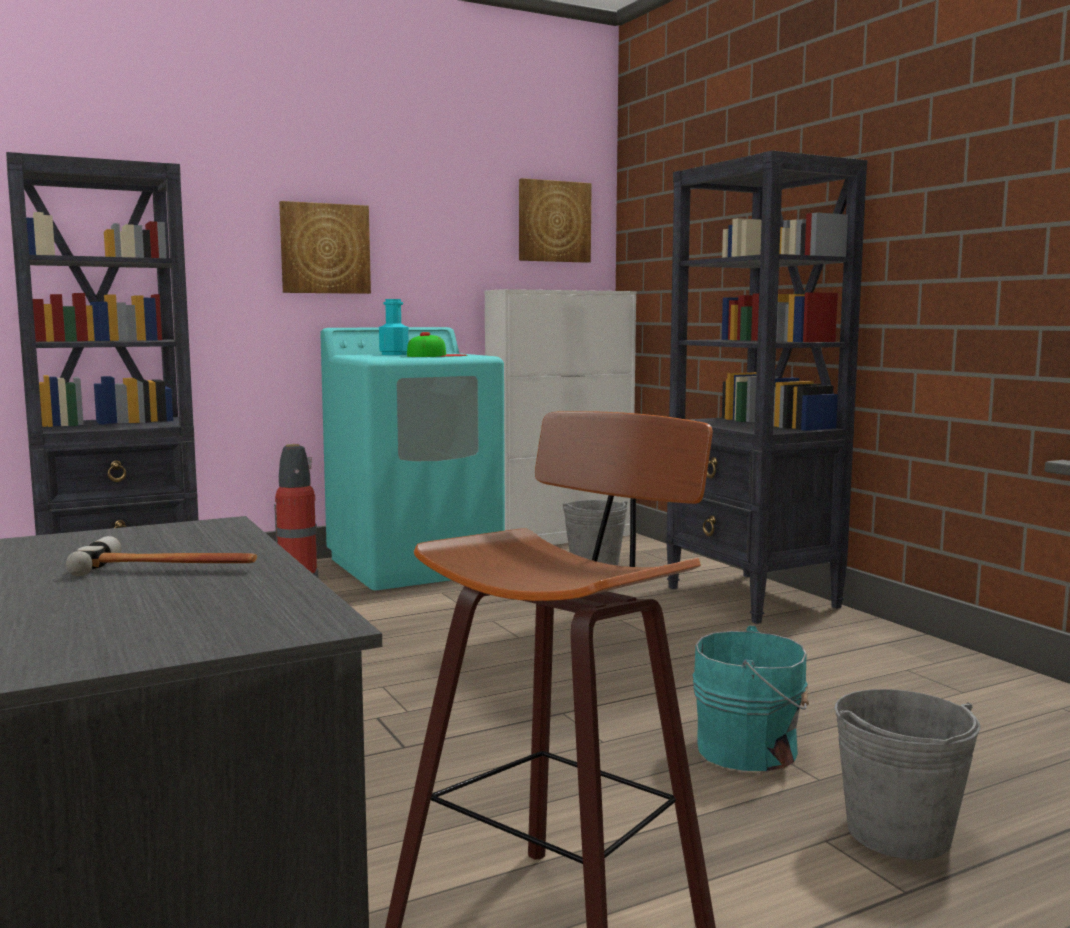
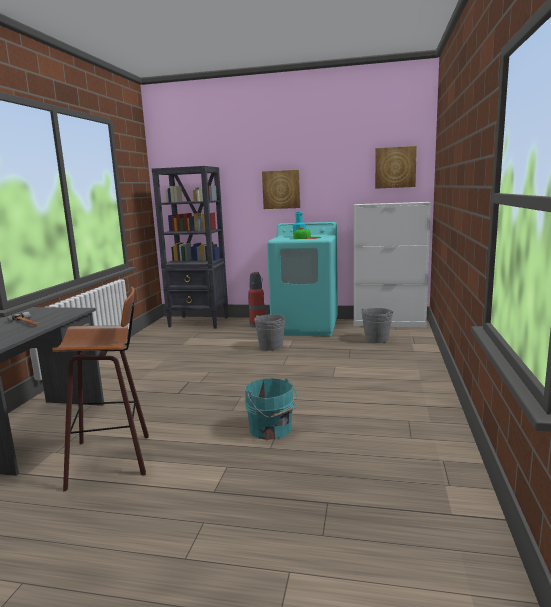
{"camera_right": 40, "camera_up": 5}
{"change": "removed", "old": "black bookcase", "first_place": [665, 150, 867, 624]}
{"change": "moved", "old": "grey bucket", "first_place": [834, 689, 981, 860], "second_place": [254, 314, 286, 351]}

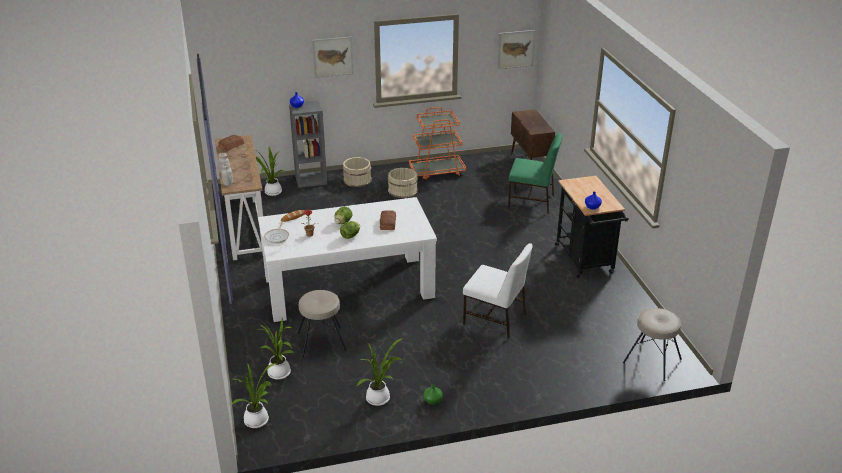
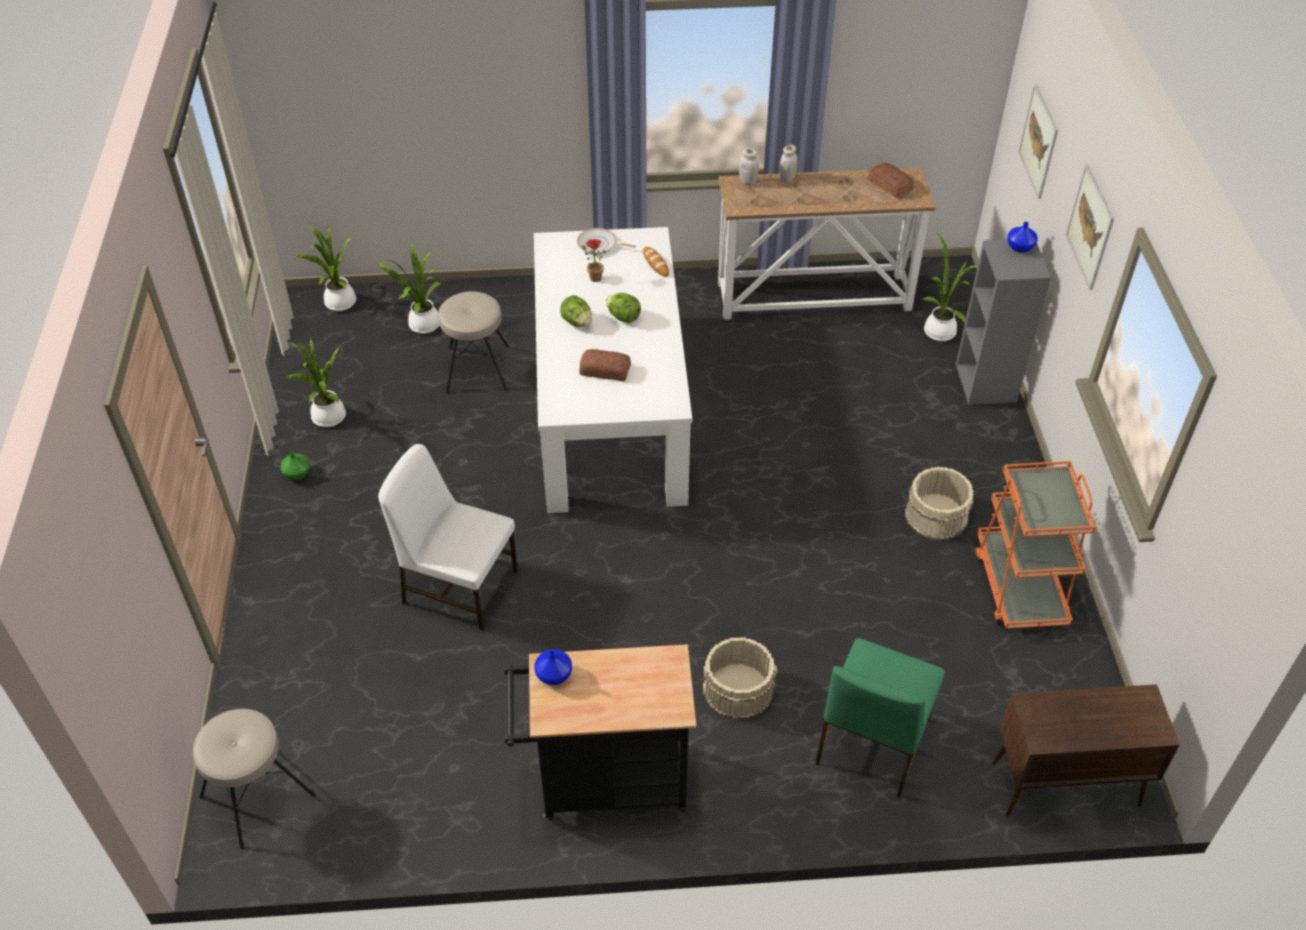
{"camera_right": 100, "camera_up": 15}
{"change": "moved", "old": "beige bucket", "first_place": [342, 157, 372, 187], "second_place": [703, 637, 777, 720]}
{"change": "moved", "old": "picture", "first_place": [498, 30, 536, 69], "second_place": [1018, 84, 1058, 199]}
{"change": "turned", "old": "white chair", "first_place": [463, 243, 533, 339], "second_place": [378, 444, 518, 631], "degrees": 75}

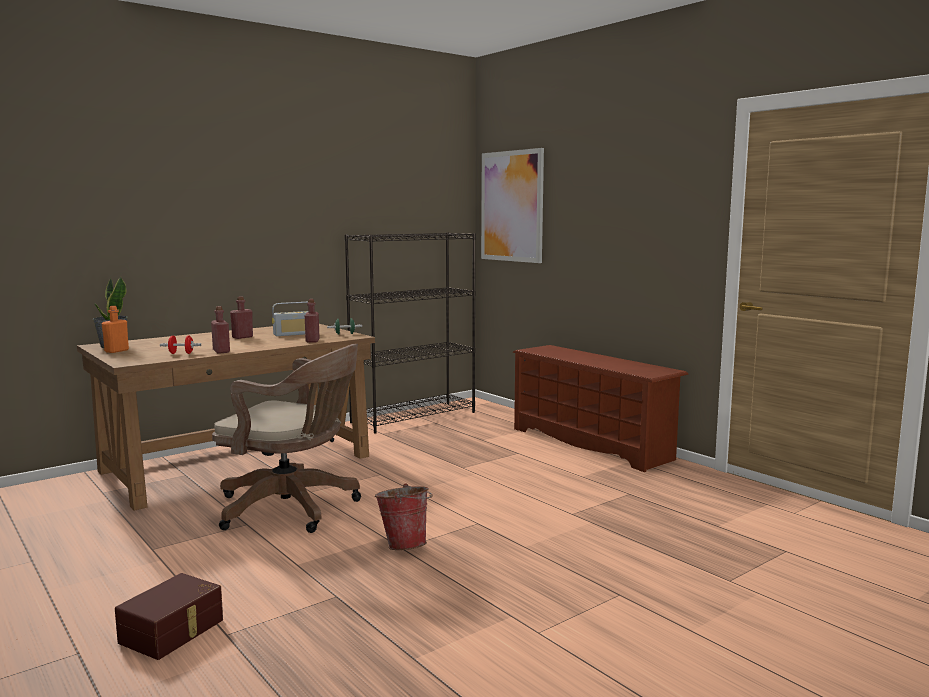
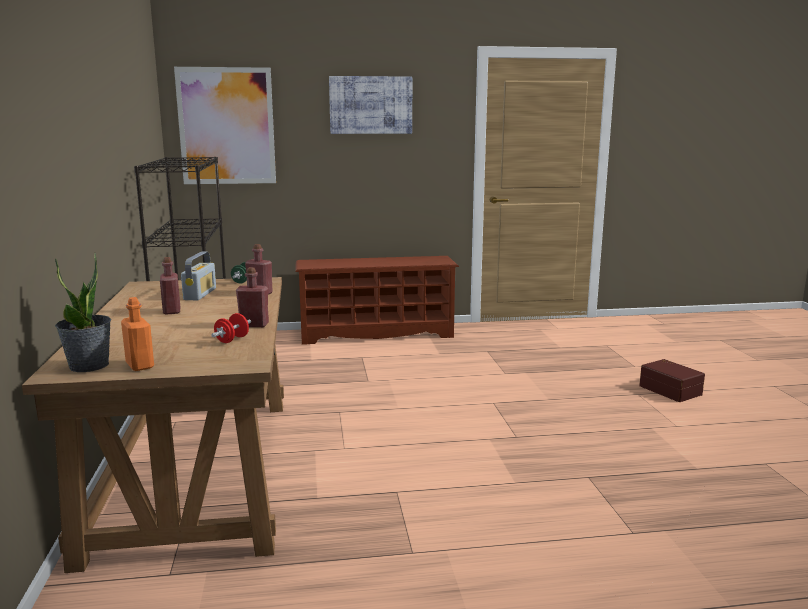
{"camera_right": -60, "camera_up": 5}
{"change": "removed", "old": "brown office chair", "first_place": [212, 344, 361, 533]}
{"change": "removed", "old": "bucket", "first_place": [375, 484, 433, 550]}
{"change": "added", "new": "picture", "second_place": [329, 76, 412, 134]}
{"change": "moved", "old": "brown storage box", "first_place": [115, 573, 223, 660], "second_place": [639, 359, 705, 402]}

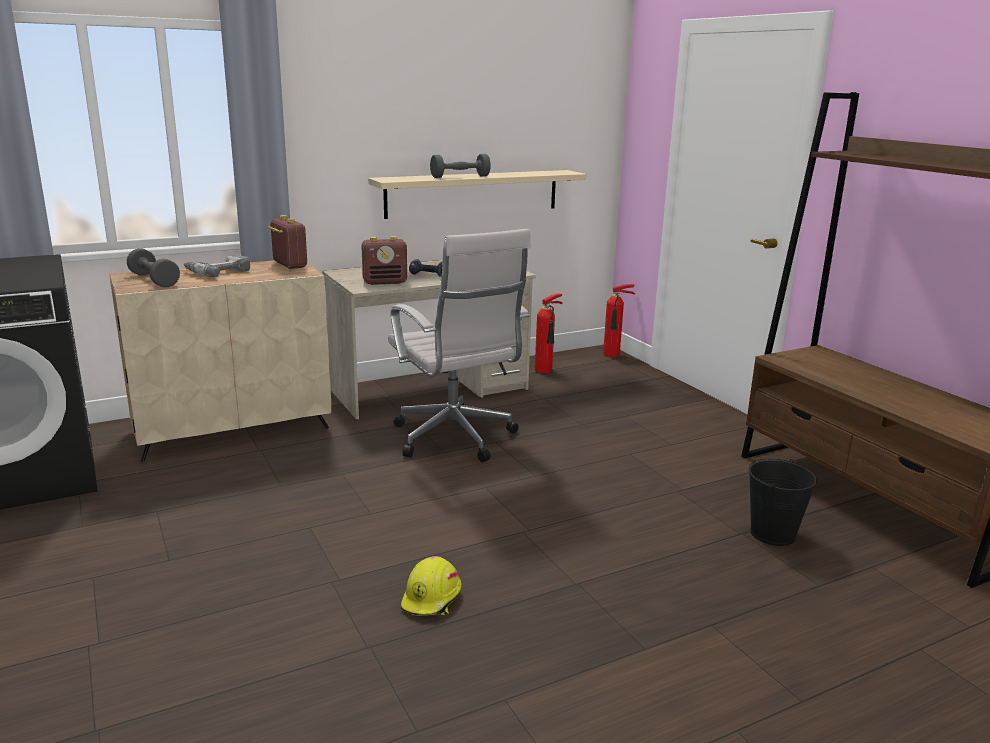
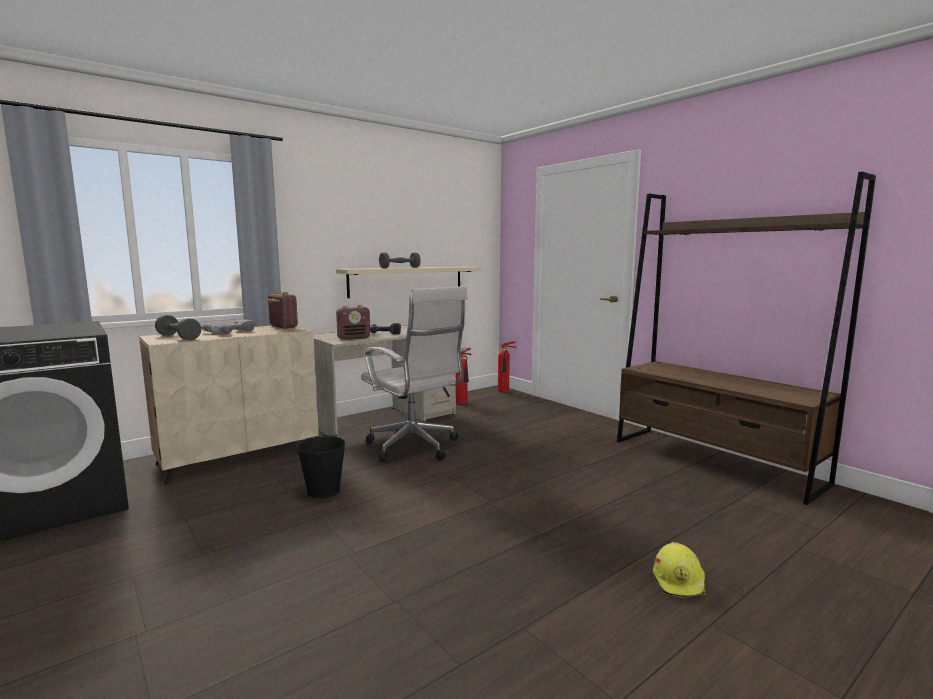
{"camera_right": -10, "camera_up": -10}
{"change": "moved", "old": "yellow hard hat", "first_place": [401, 556, 462, 616], "second_place": [653, 542, 707, 598]}
{"change": "moved", "old": "black bucket", "first_place": [749, 459, 817, 546], "second_place": [296, 435, 345, 498]}

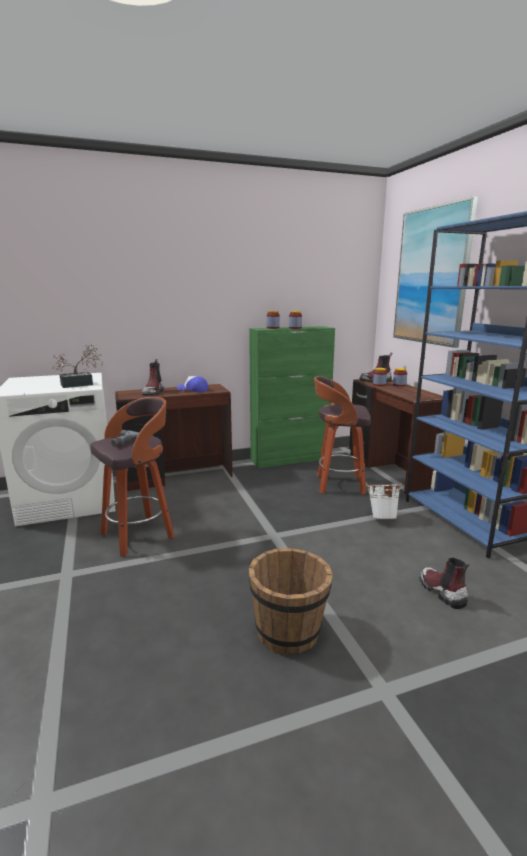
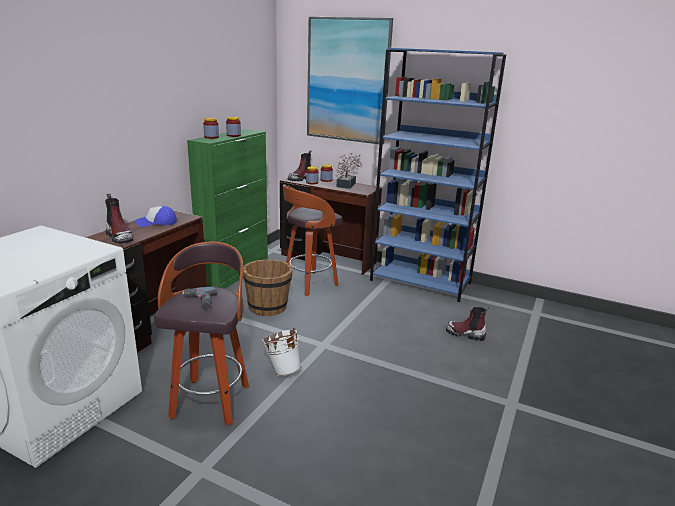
{"camera_right": -45, "camera_up": 5}
{"change": "moved", "old": "potted plant", "first_place": [50, 344, 103, 388], "second_place": [336, 153, 361, 189]}
{"change": "moved", "old": "brown bucket", "first_place": [249, 548, 333, 655], "second_place": [243, 259, 293, 316]}
{"change": "moved", "old": "white bucket", "first_place": [366, 483, 403, 519], "second_place": [261, 327, 301, 376]}

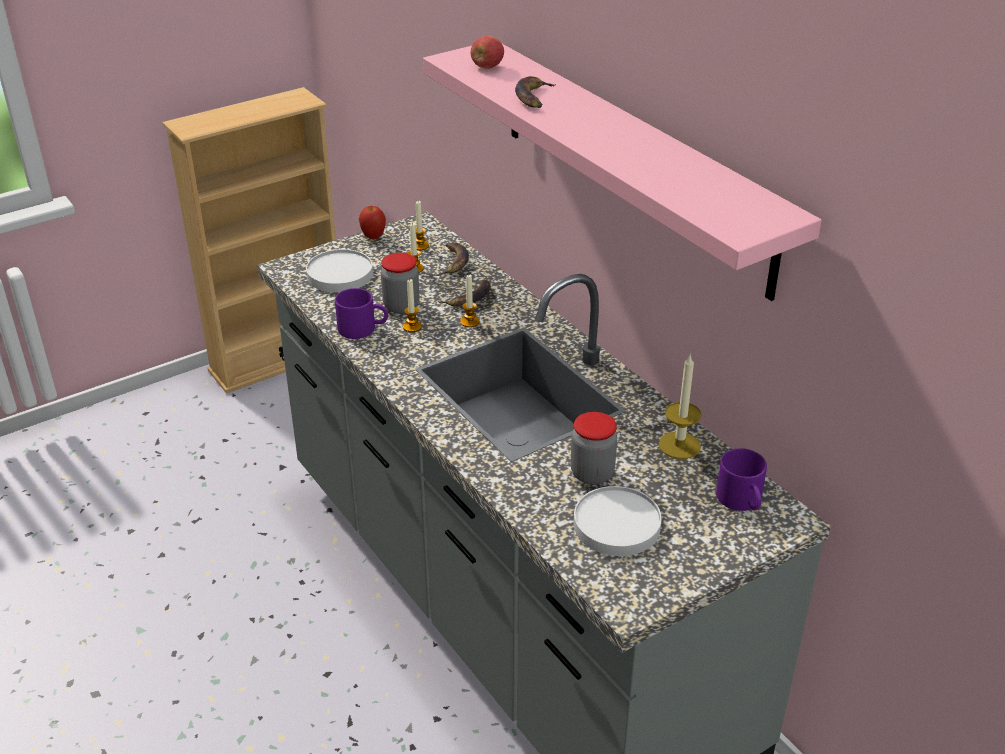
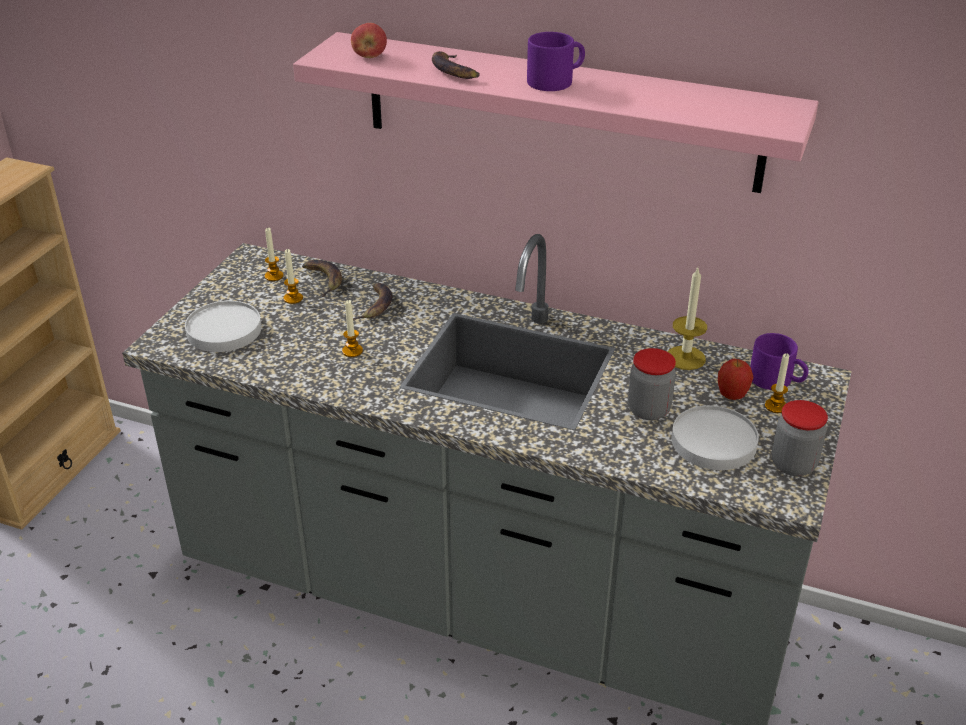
{"camera_right": -35, "camera_up": 0}
{"change": "moved", "old": "purple mug", "first_place": [335, 288, 388, 339], "second_place": [527, 32, 585, 91]}
{"change": "moved", "old": "apple", "first_place": [359, 205, 386, 239], "second_place": [718, 359, 754, 400]}
{"change": "moved", "old": "jar", "first_place": [381, 253, 420, 314], "second_place": [772, 400, 828, 476]}
{"change": "moved", "old": "candle", "first_place": [460, 274, 480, 328], "second_place": [765, 353, 789, 413]}

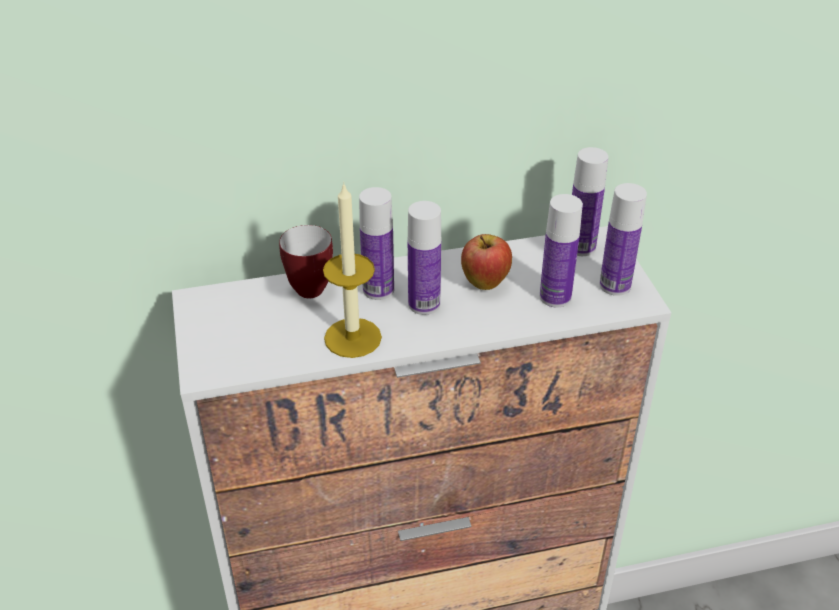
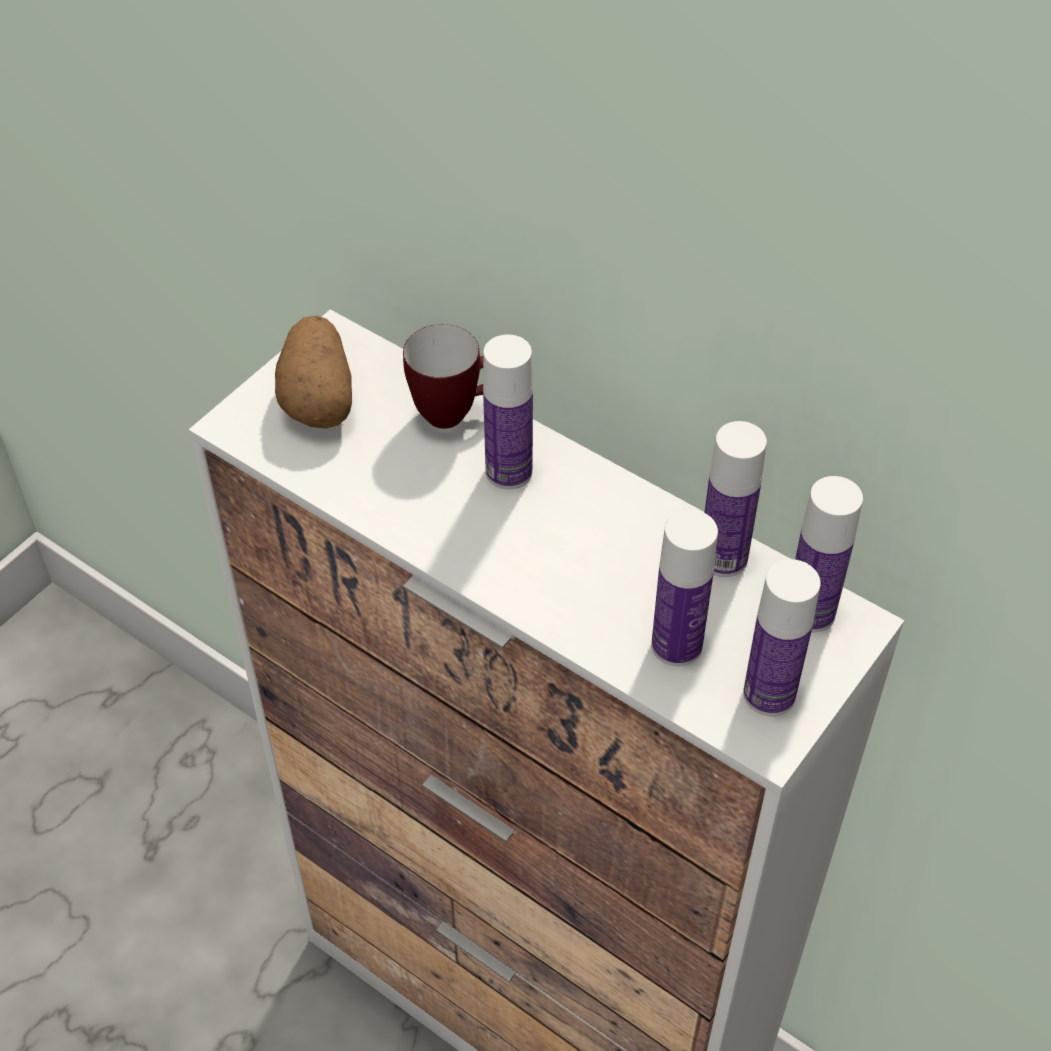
{"camera_right": 50, "camera_up": 10}
{"change": "removed", "old": "candle", "first_place": [323, 183, 382, 358]}
{"change": "removed", "old": "apple", "first_place": [461, 234, 512, 290]}
{"change": "added", "new": "potato", "second_place": [275, 316, 352, 429]}
{"change": "moved", "old": "bottle", "first_place": [408, 201, 441, 315], "second_place": [705, 421, 767, 577]}

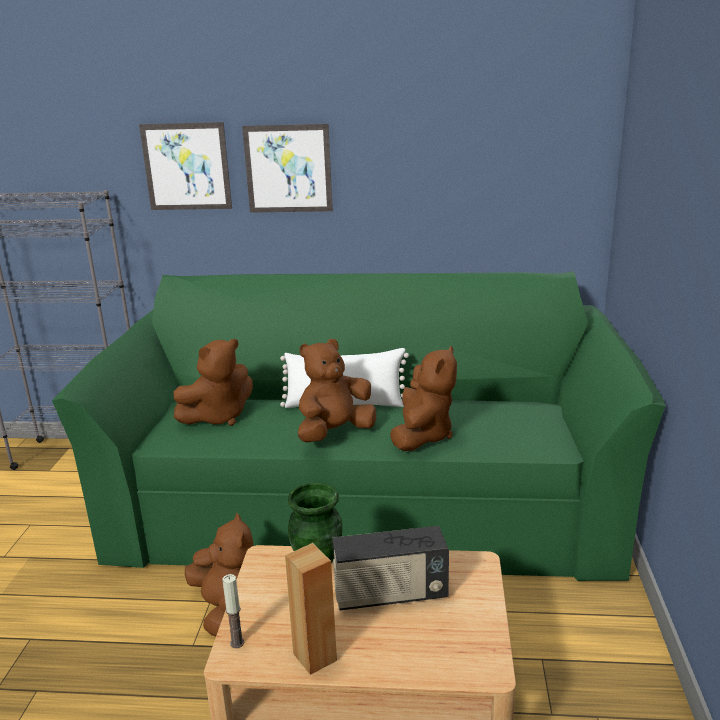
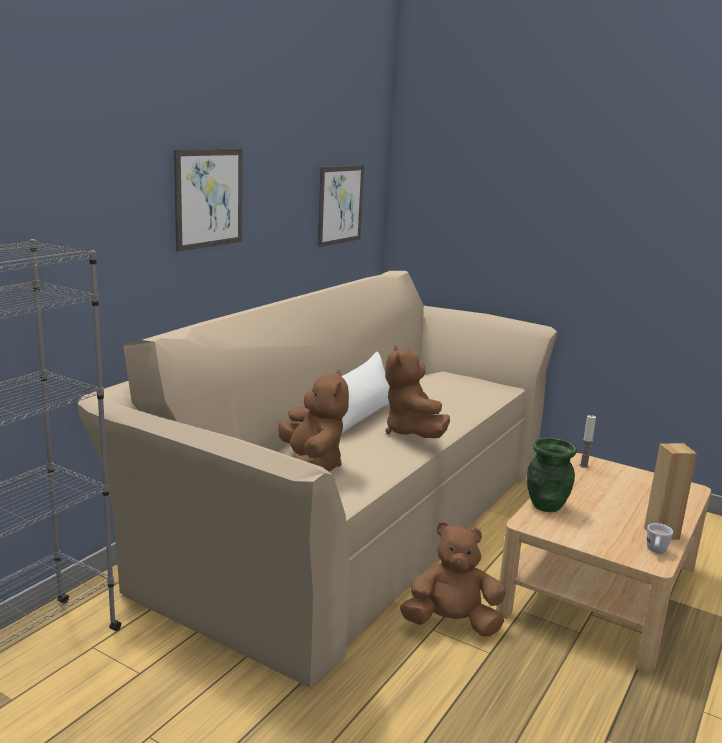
{"camera_right": -65, "camera_up": -5}
{"change": "removed", "old": "radio", "first_place": [333, 526, 449, 611]}
{"change": "removed", "old": "brown plush toy", "first_place": [390, 345, 457, 451]}
{"change": "added", "new": "white mug", "second_place": [647, 523, 673, 553]}
{"change": "moved", "old": "picture", "first_place": [139, 122, 232, 210], "second_place": [318, 165, 364, 247]}
{"change": "moved", "old": "candle", "first_place": [223, 574, 244, 648], "second_place": [579, 415, 596, 468]}
{"change": "recoloured", "old": "green sofa", "new": "beige sofa", "first_place": [52, 271, 665, 581], "second_place": [77, 271, 558, 688]}

